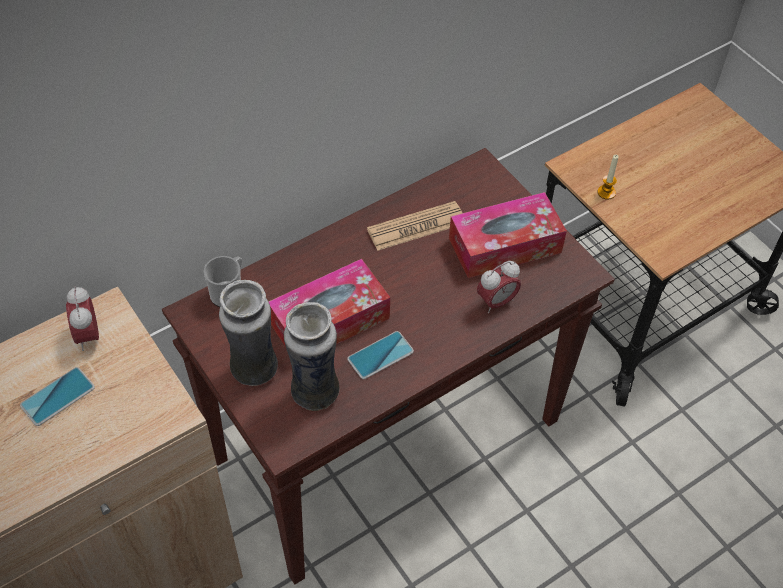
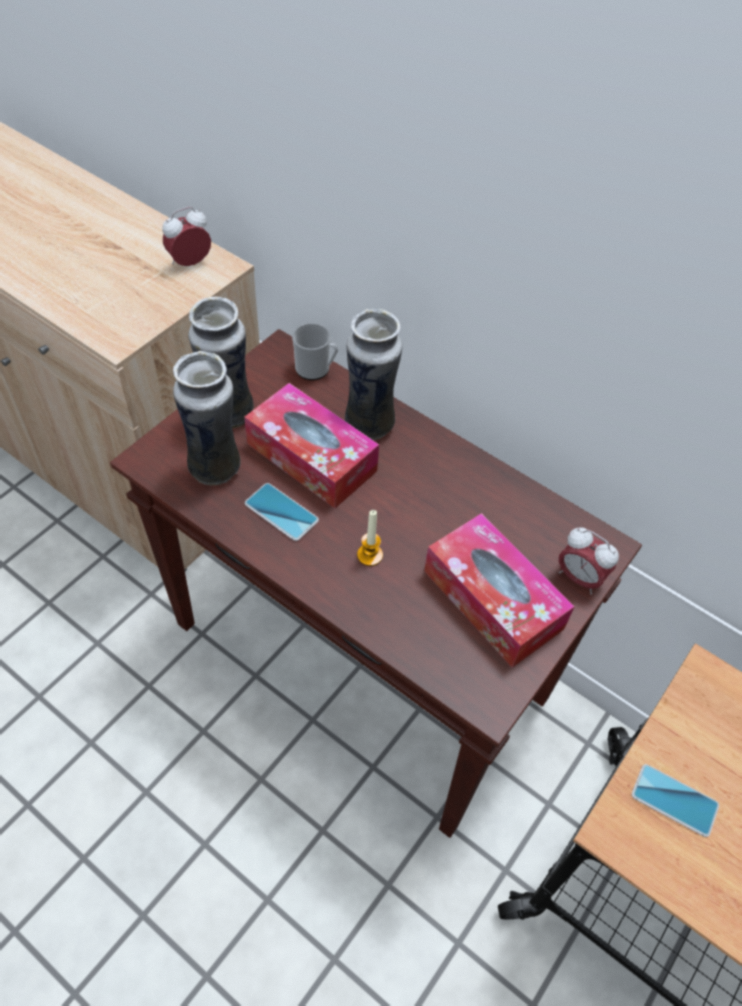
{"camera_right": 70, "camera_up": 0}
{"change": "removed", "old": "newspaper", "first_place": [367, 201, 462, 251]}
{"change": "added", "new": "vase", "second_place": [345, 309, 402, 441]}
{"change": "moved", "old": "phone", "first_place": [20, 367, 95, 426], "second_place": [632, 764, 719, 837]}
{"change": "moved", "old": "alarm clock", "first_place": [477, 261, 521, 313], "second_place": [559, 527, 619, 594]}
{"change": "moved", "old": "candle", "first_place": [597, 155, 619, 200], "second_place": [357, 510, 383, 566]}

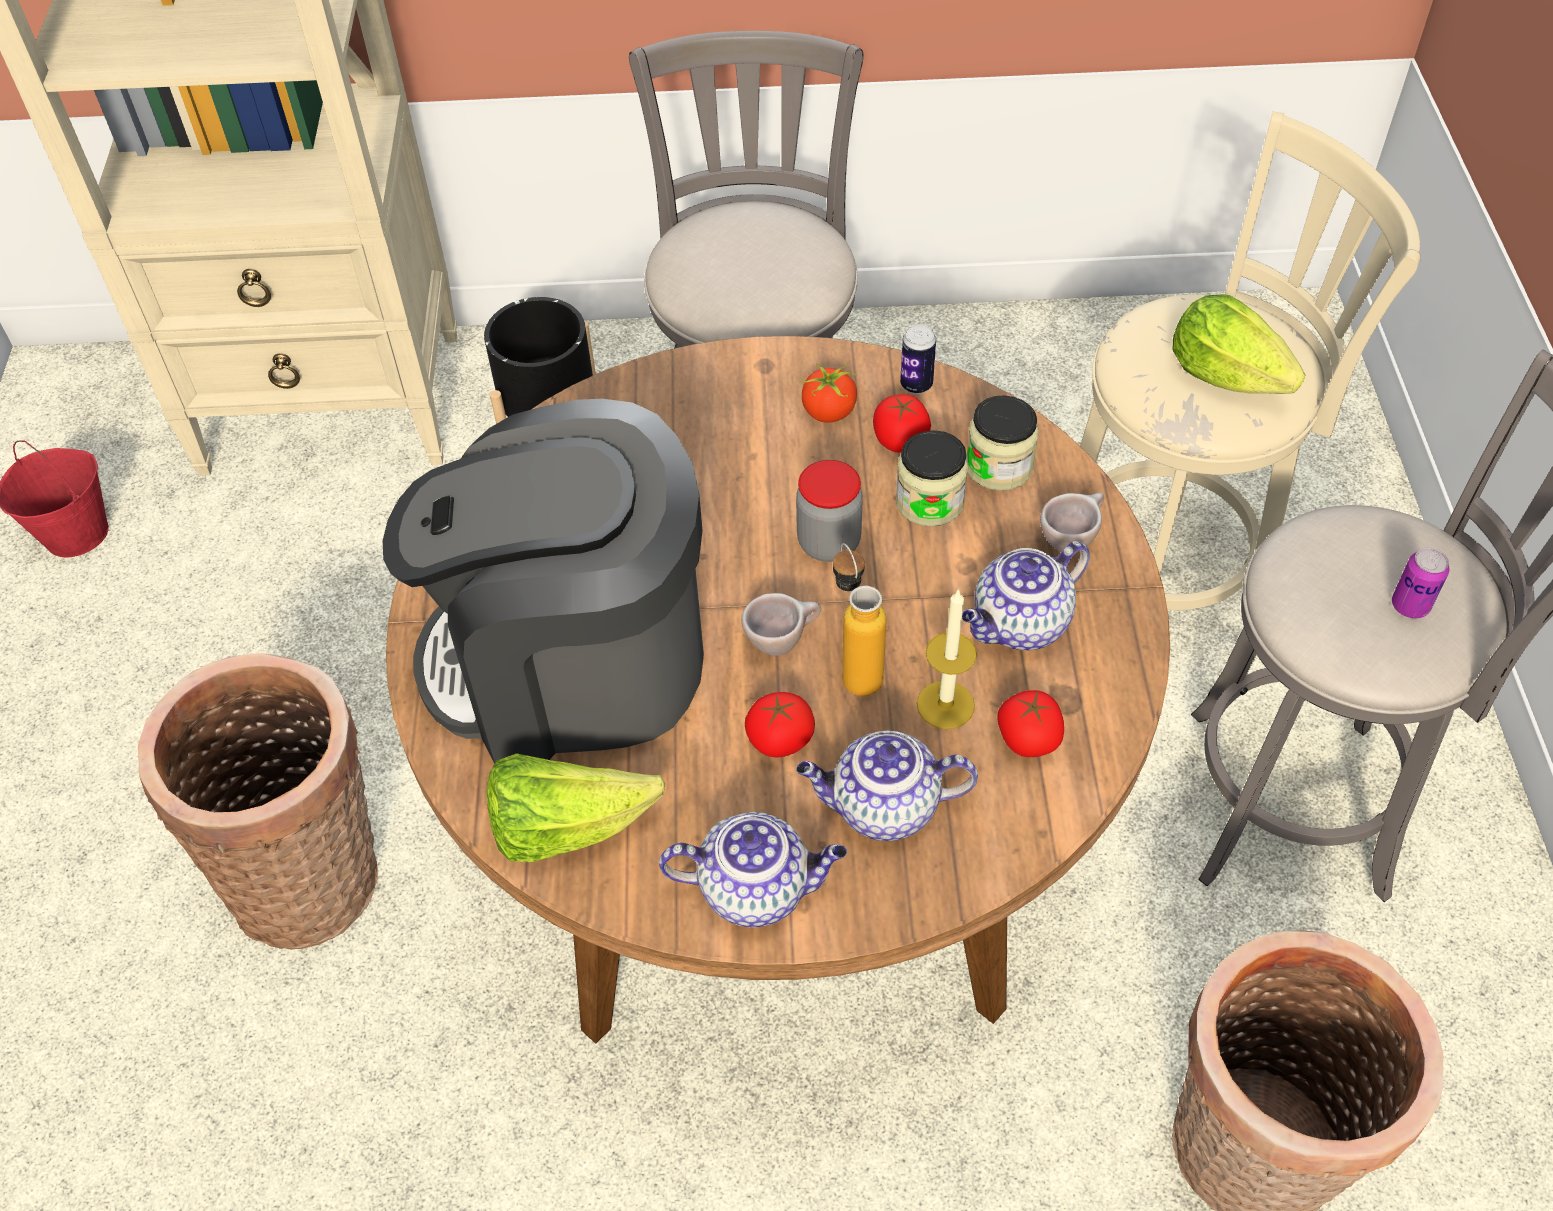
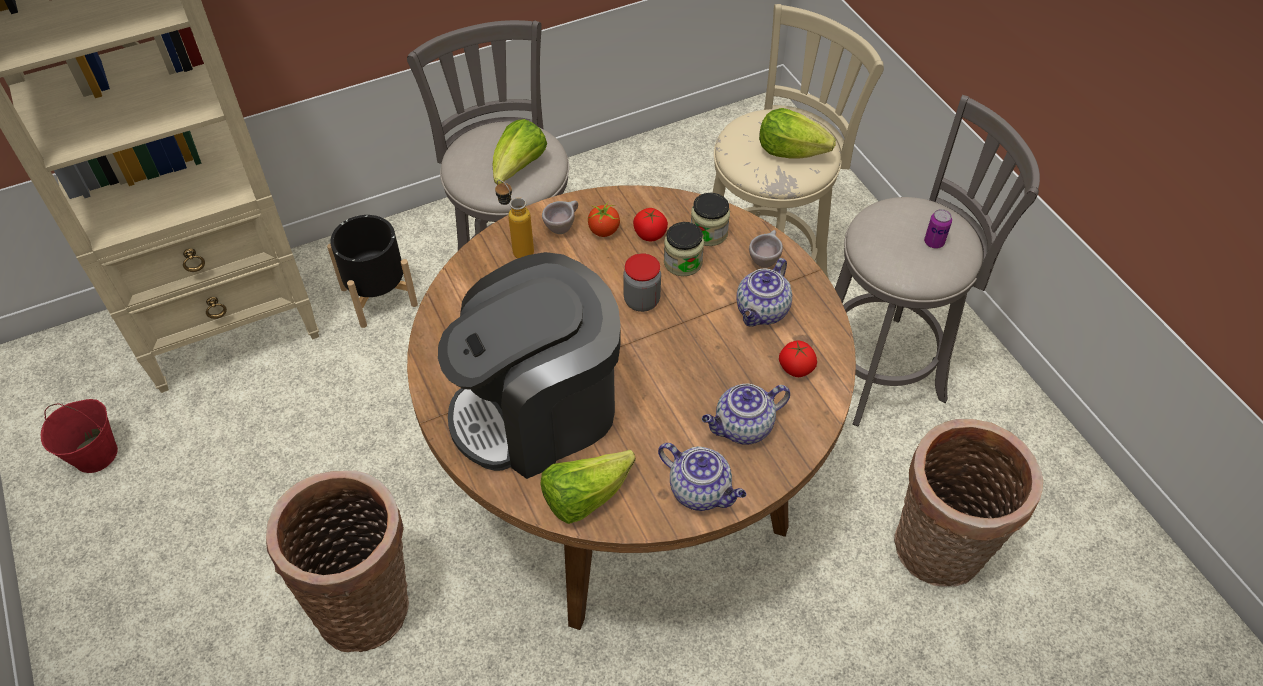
{"camera_right": -25, "camera_up": 0}
{"change": "removed", "old": "tomato", "first_place": [745, 692, 815, 758]}
{"change": "removed", "old": "can", "first_place": [900, 324, 936, 394]}
{"change": "removed", "old": "candle", "first_place": [917, 589, 977, 729]}
{"change": "added", "new": "lettuce", "second_place": [493, 119, 547, 184]}
{"change": "moved", "old": "beige cup", "first_place": [742, 593, 821, 656], "second_place": [542, 201, 578, 234]}
{"change": "moved", "old": "bottle", "first_place": [833, 543, 887, 696], "second_place": [495, 180, 534, 259]}
{"change": "turned", "old": "teapot", "first_place": [659, 812, 847, 928], "second_place": [658, 443, 746, 511], "degrees": 60}

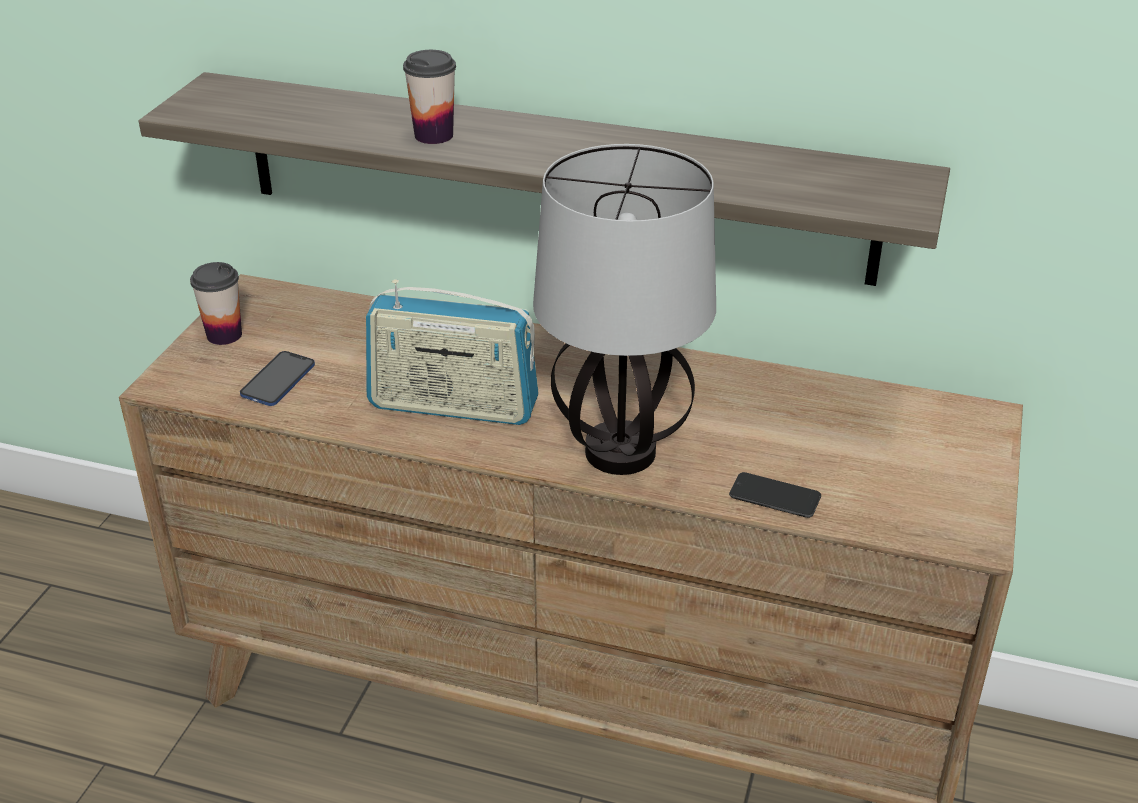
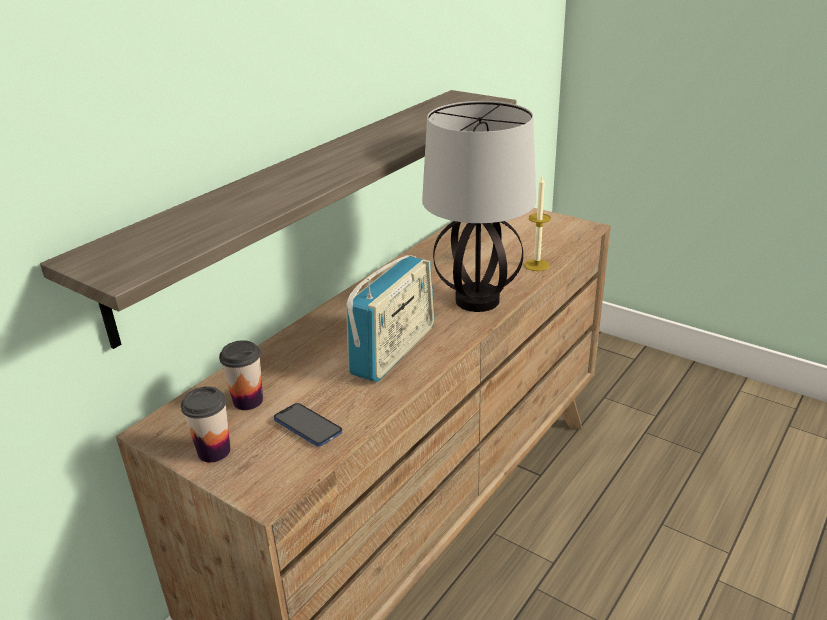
{"camera_right": -70, "camera_up": -5}
{"change": "moved", "old": "cup", "first_place": [403, 50, 456, 144], "second_place": [219, 340, 263, 410]}
{"change": "replaced", "old": "phone", "new": "candle", "first_place": [729, 472, 821, 518], "second_place": [524, 176, 551, 271]}

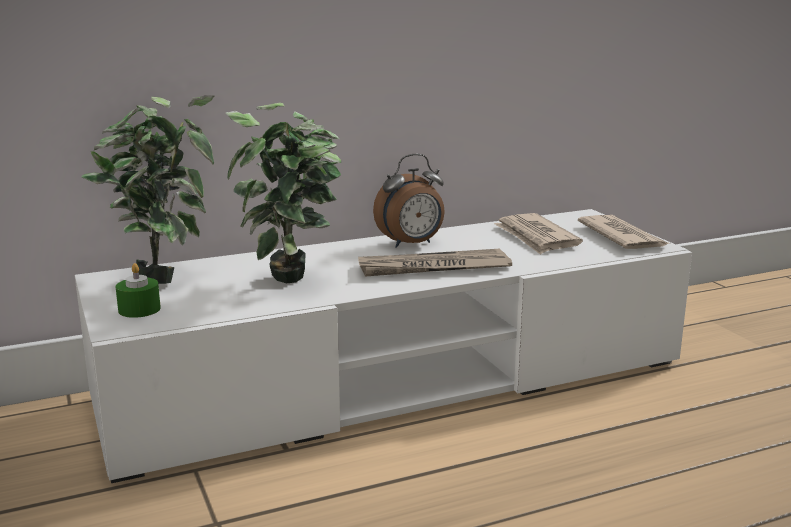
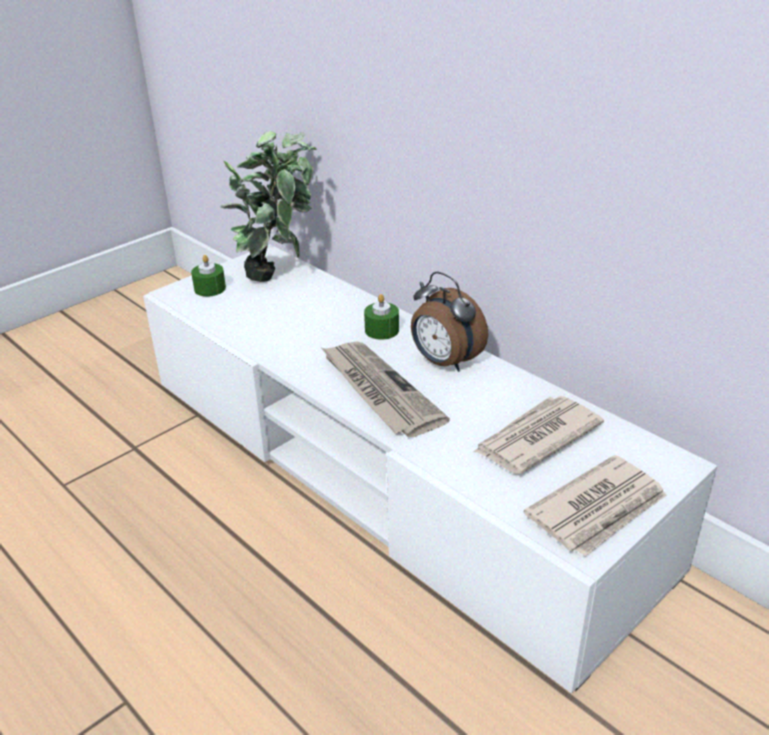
{"camera_right": 70, "camera_up": 15}
{"change": "removed", "old": "potted plant", "first_place": [225, 103, 341, 284]}
{"change": "added", "new": "green candle", "second_place": [364, 294, 399, 340]}

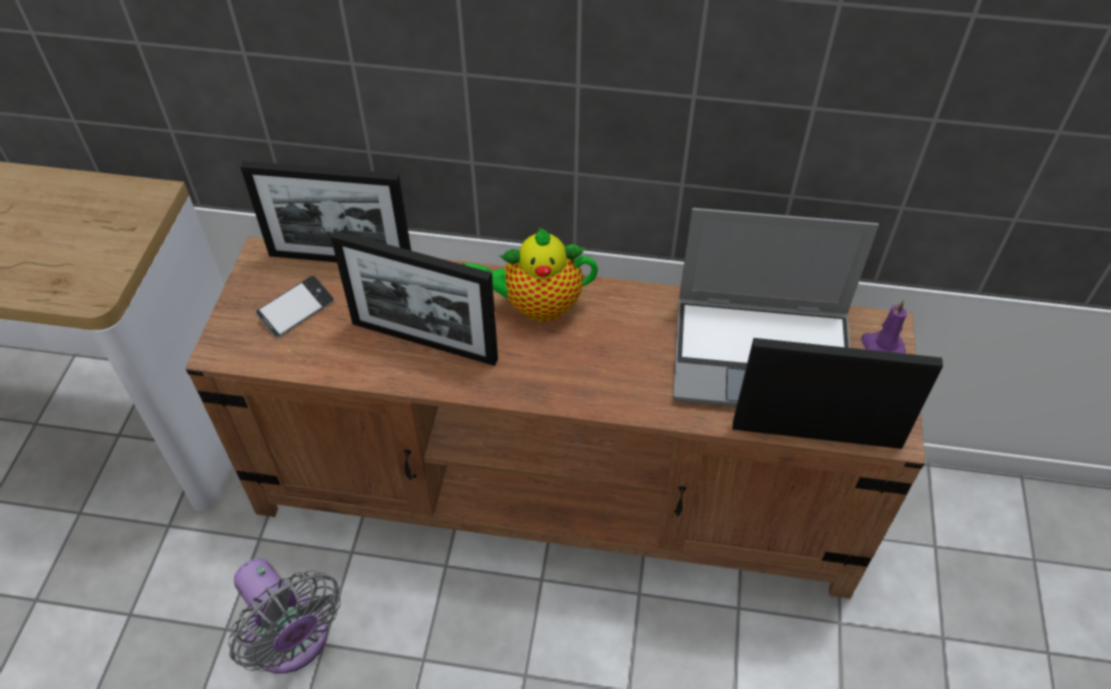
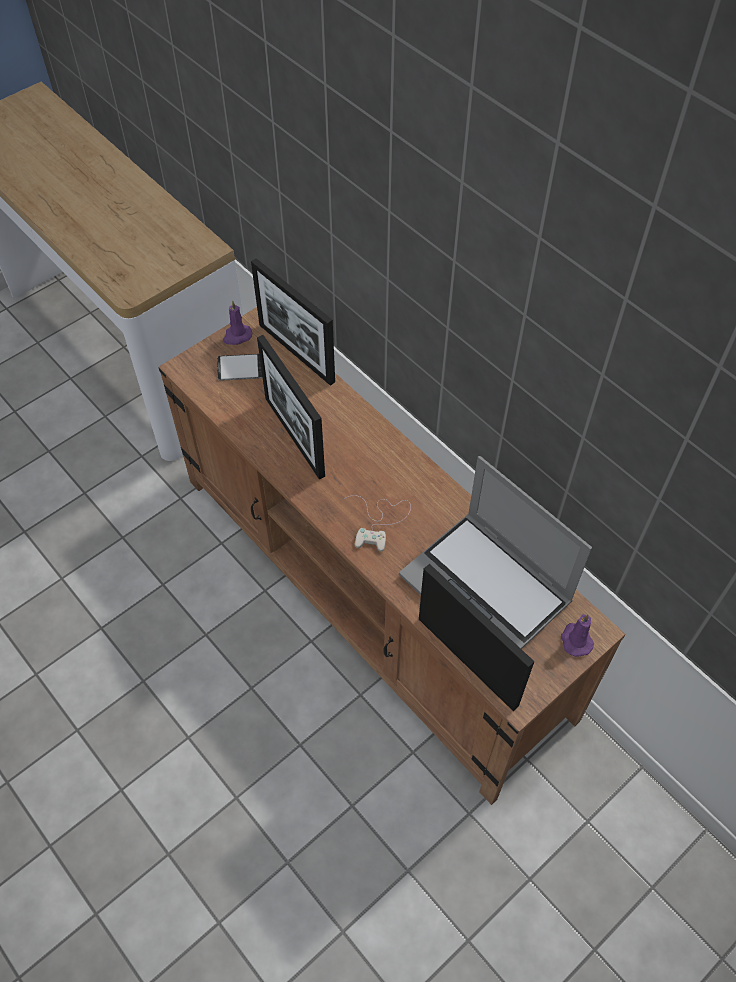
{"camera_right": 40, "camera_up": 5}
{"change": "removed", "old": "grey fan", "first_place": [228, 558, 341, 673]}
{"change": "removed", "old": "teapot", "first_place": [462, 228, 598, 321]}
{"change": "added", "new": "purple candle", "second_place": [223, 300, 252, 345]}
{"change": "added", "new": "white game controller", "second_place": [344, 495, 411, 552]}

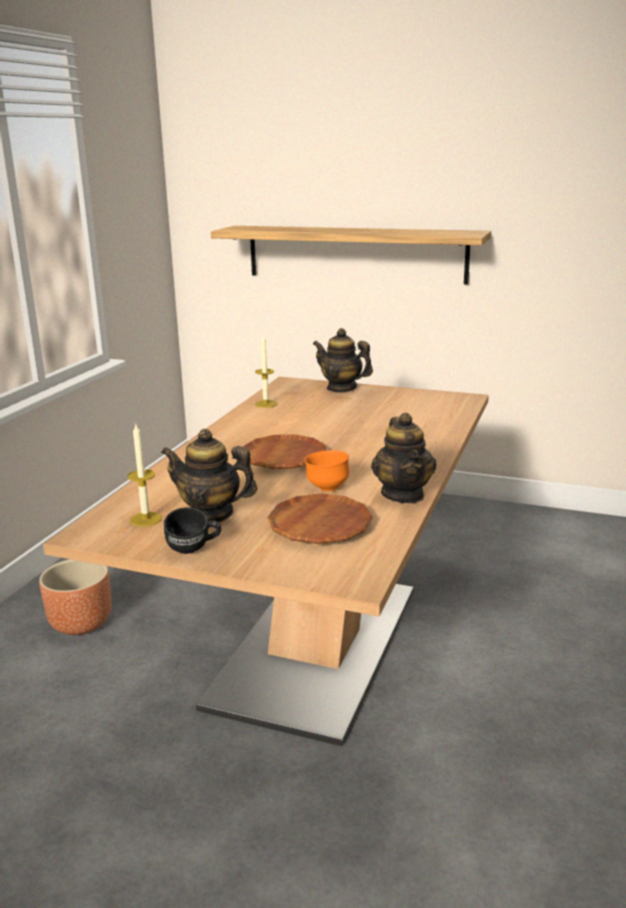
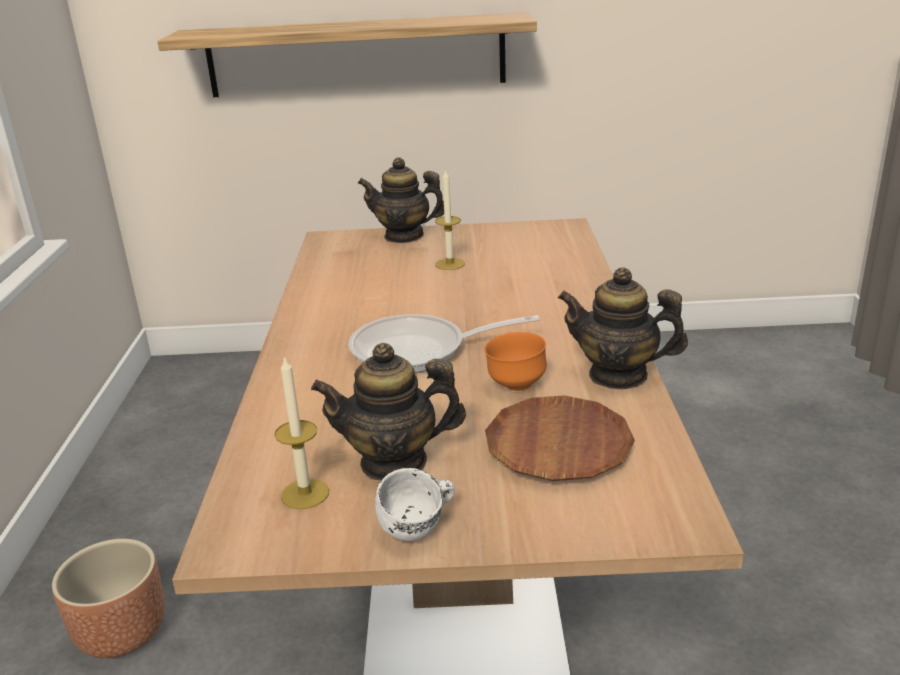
{"camera_right": -20, "camera_up": 5}
{"change": "moved", "old": "candle", "first_place": [255, 335, 277, 408], "second_place": [435, 169, 465, 270]}
{"change": "replaced", "old": "brown plate", "new": "frying pan", "first_place": [243, 434, 326, 469], "second_place": [348, 314, 540, 373]}
{"change": "recoloured", "old": "black mug", "new": "white mug", "first_place": [164, 507, 221, 554], "second_place": [375, 468, 455, 541]}
{"change": "turned", "old": "teapot", "first_place": [371, 413, 437, 503], "second_place": [558, 267, 688, 389], "degrees": 135}

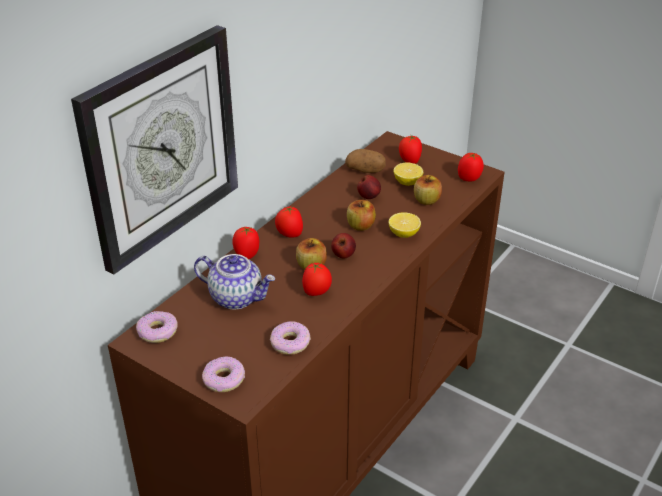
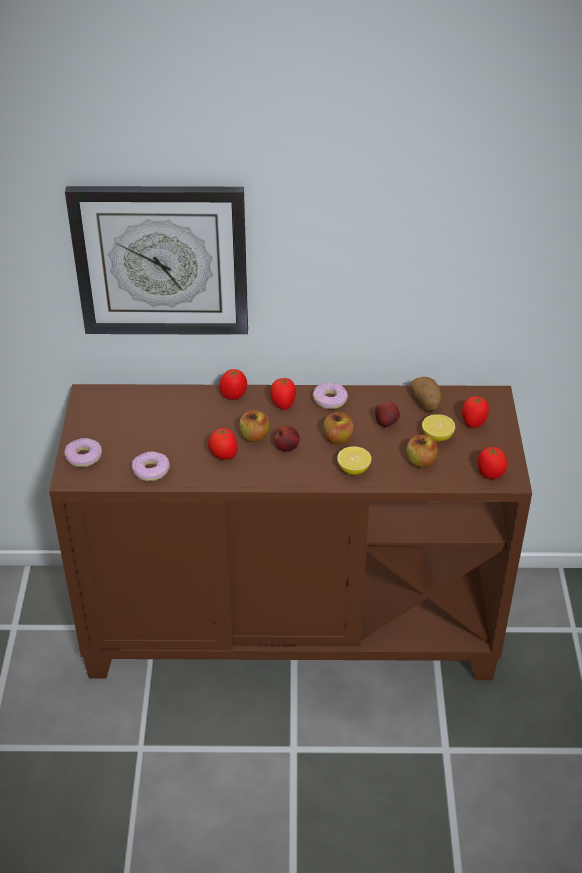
{"camera_right": 55, "camera_up": 5}
{"change": "removed", "old": "teapot", "first_place": [194, 254, 275, 309]}
{"change": "moved", "old": "donut", "first_place": [136, 311, 178, 343], "second_place": [313, 382, 348, 409]}

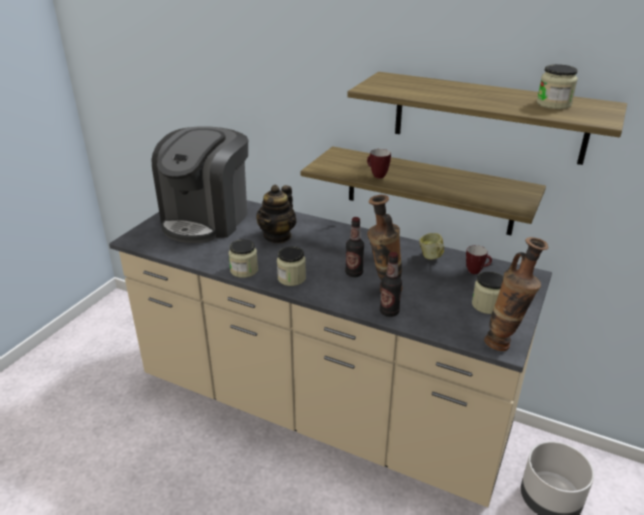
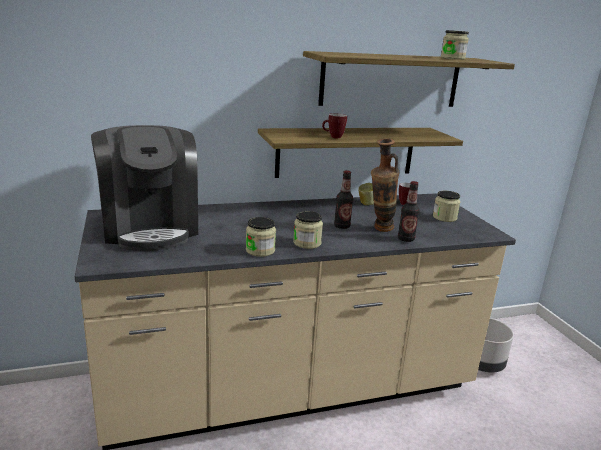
{"camera_right": -45, "camera_up": -10}
{"change": "removed", "old": "teapot", "first_place": [256, 185, 297, 243]}
{"change": "removed", "old": "vase", "first_place": [484, 237, 549, 351]}

